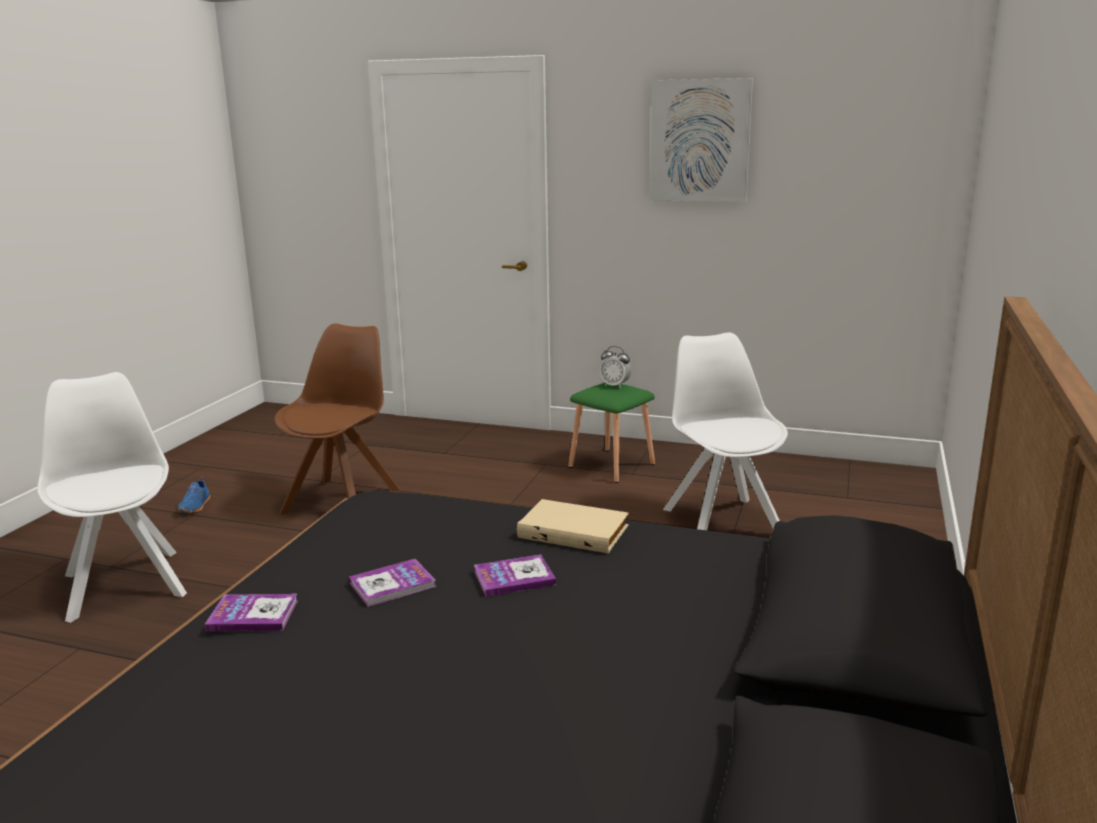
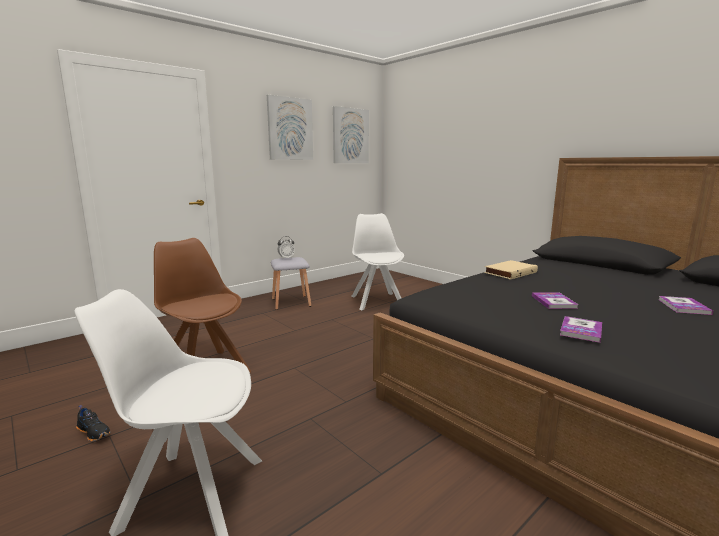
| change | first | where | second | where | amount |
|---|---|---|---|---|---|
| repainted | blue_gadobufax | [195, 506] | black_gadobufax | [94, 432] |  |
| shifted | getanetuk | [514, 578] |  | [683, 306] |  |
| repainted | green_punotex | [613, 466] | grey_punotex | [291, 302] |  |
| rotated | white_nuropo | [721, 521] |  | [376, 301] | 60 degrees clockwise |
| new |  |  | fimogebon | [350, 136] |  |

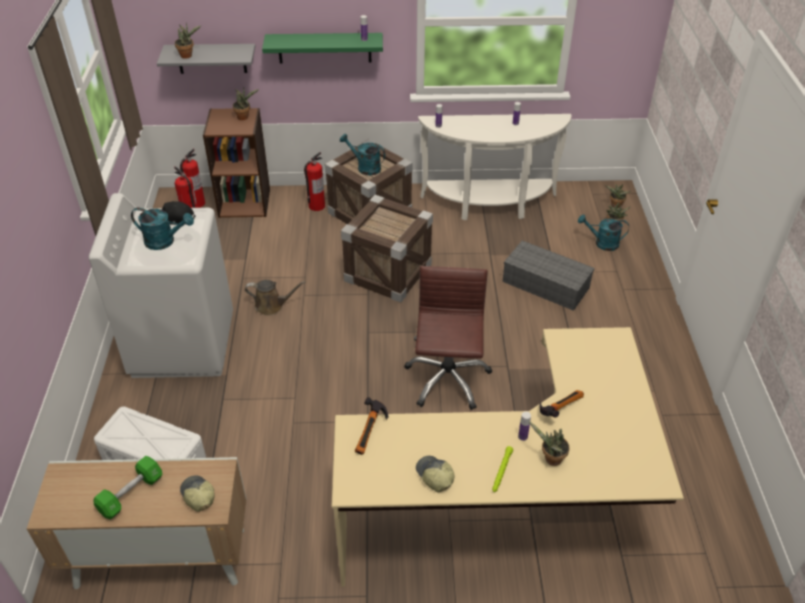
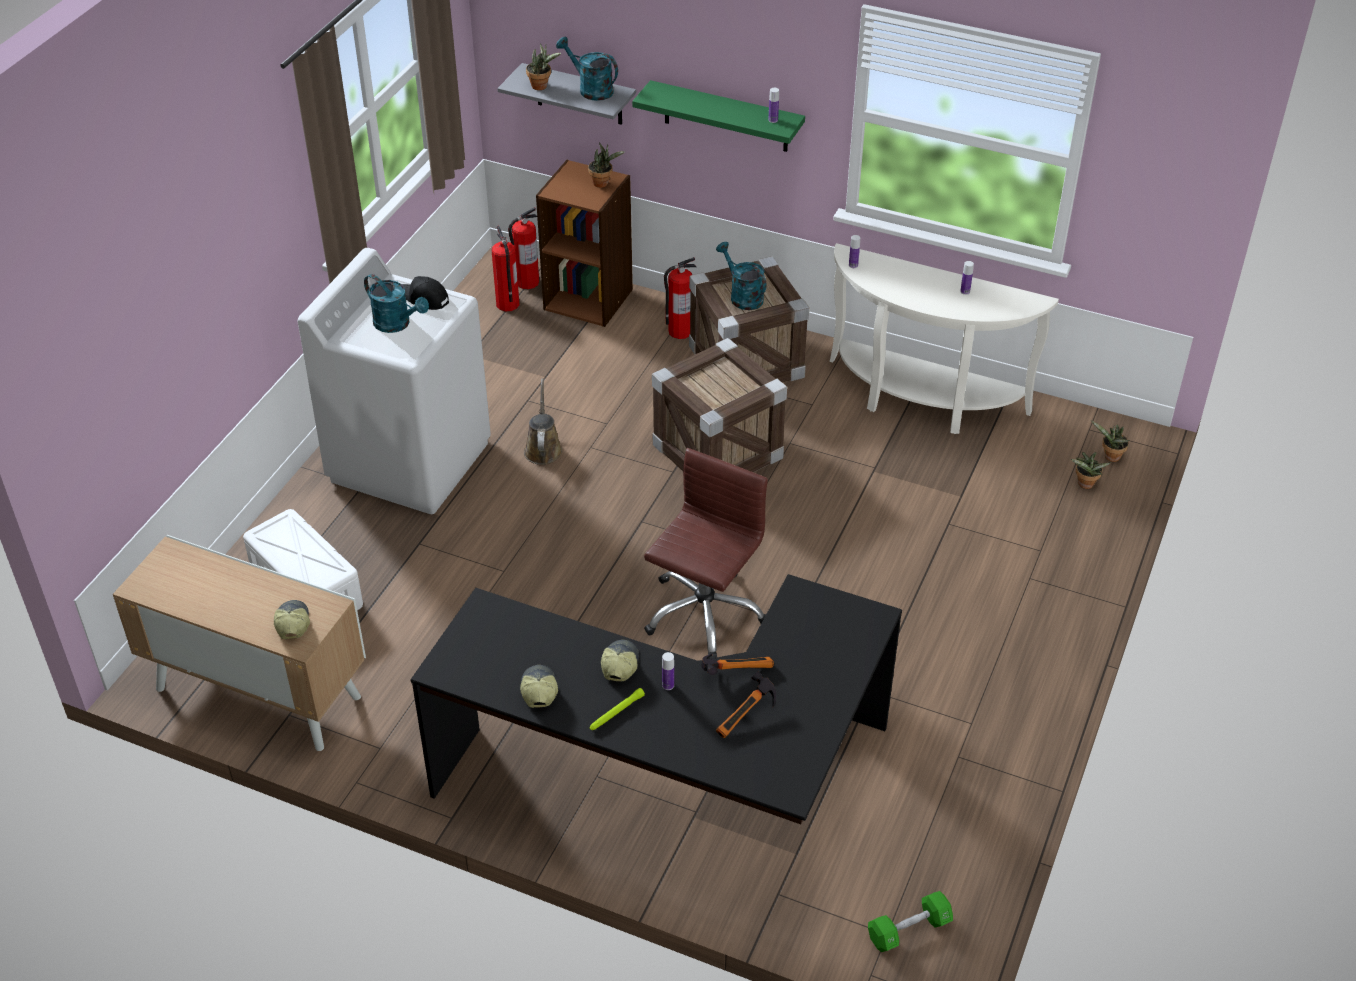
| change | first | where | second | where | amount |
|---|---|---|---|---|---|
| shifted | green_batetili | [131, 494] |  | [909, 930] |  |
| rotated | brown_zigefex | [272, 306] |  | [543, 448] | 120 degrees counterclockwise |
| repainted | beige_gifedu | [512, 513] | black_gifedu | [676, 797] |  |
| shifted | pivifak | [372, 433] |  | [748, 718] |  |
| gone | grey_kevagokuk | [544, 284] |  |  |  |
| gone | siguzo | [550, 459] |  |  |  |
| shifted | turquoise_zigefex | [602, 243] |  | [590, 89] |  |
| new |  |  | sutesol | [619, 664] |  |

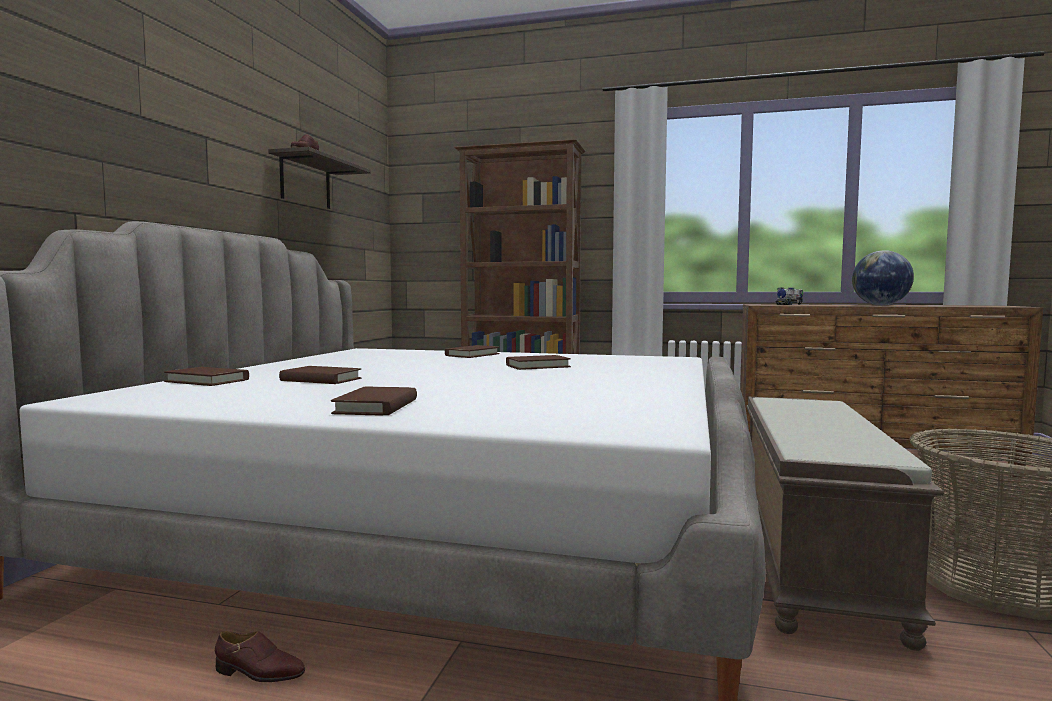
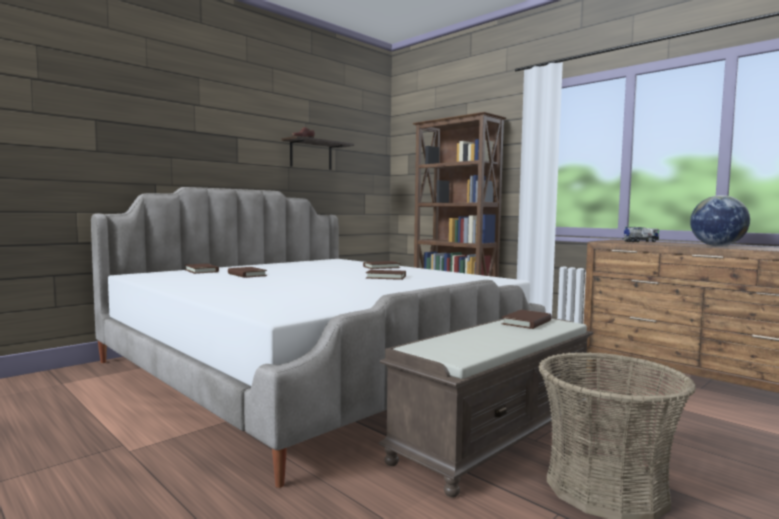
| change | first | where | second | where | amount |
|---|---|---|---|---|---|
| gone | brown_gadobufax | [259, 673] |  |  |  |
| shifted | brown_getanetuk | [376, 407] |  | [527, 322] |  |

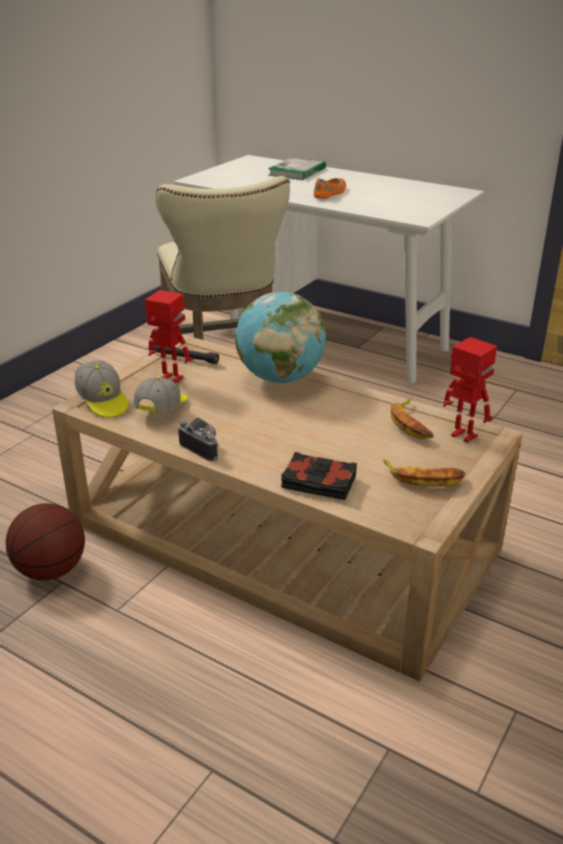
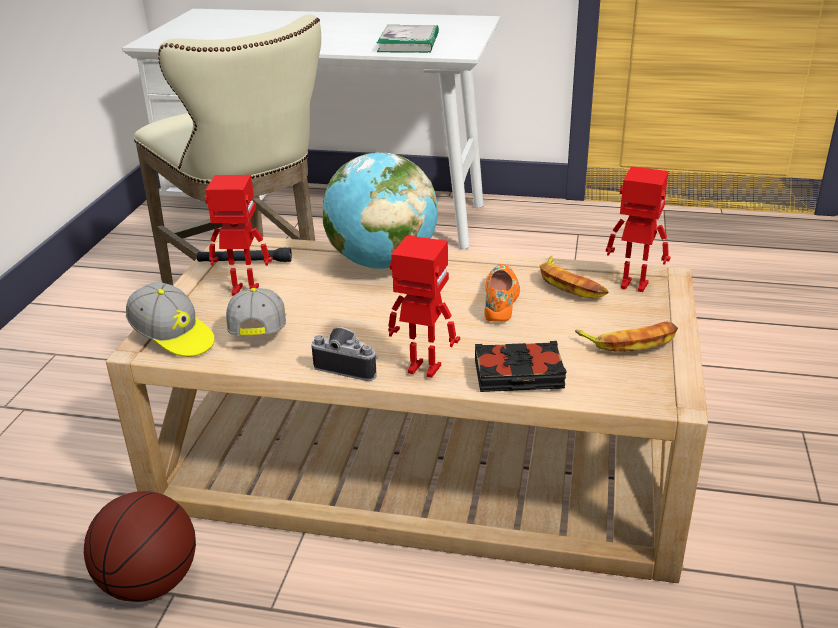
| change | first | where | second | where | amount |
|---|---|---|---|---|---|
| shifted | getanetuk | [297, 171] |  | [408, 43] |  |
| shifted | orange_gadobufax | [331, 193] |  | [501, 300] |  |
| new |  |  | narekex | [423, 370] |  |

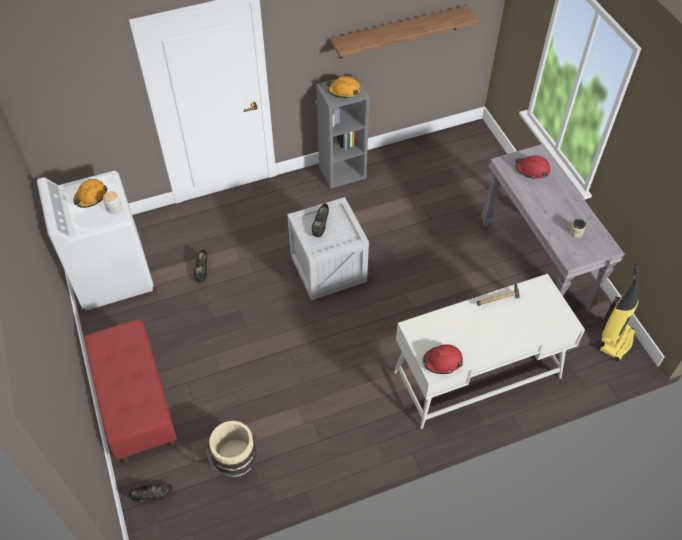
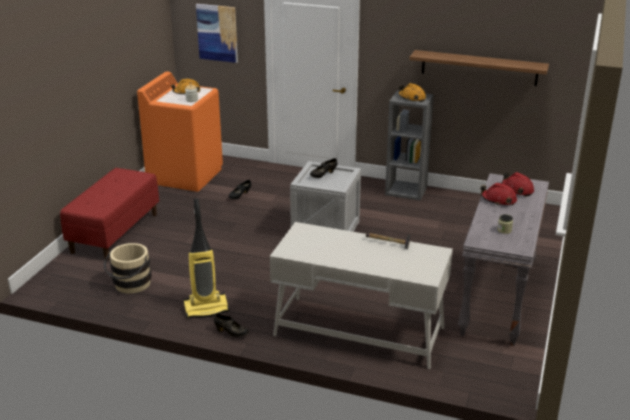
| change | first | where | second | where | amount |
|---|---|---|---|---|---|
| repainted | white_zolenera | [112, 274] | orange_zolenera | [185, 175] |  |
| shifted | black_gadobufax | [152, 495] |  | [231, 333] |  |
| shifted | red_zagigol | [442, 361] |  | [498, 200] |  |
| shifted | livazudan | [615, 340] |  | [206, 308] |  |
| new |  |  | fimogebon | [217, 33] |  |

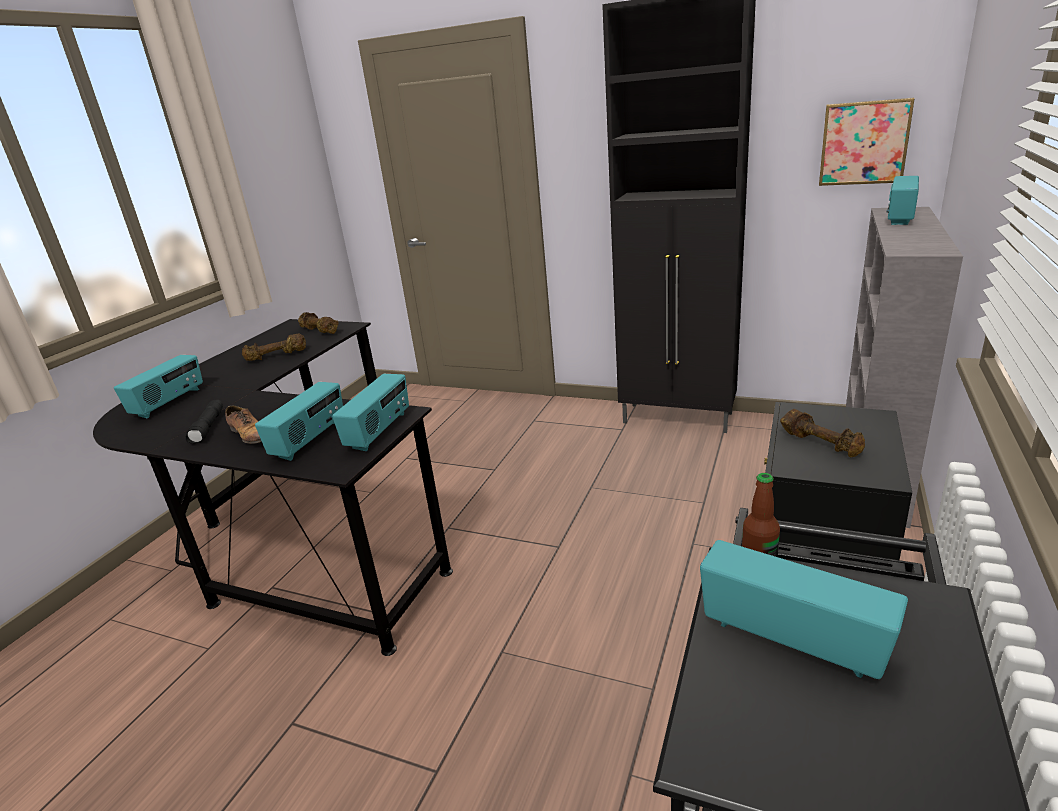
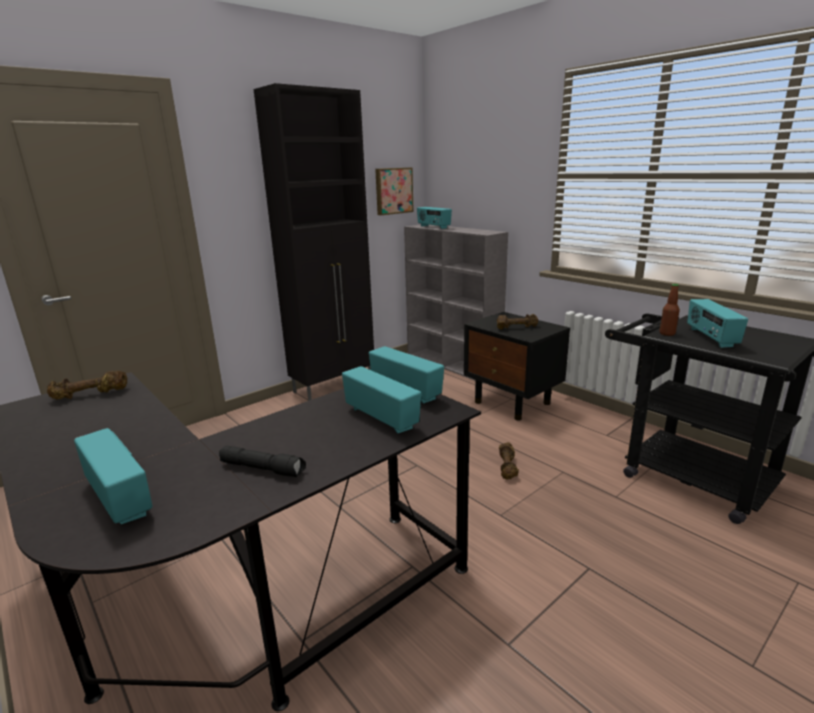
| change | first | where | second | where | amount |
|---|---|---|---|---|---|
| gone | gadobufax | [249, 435] |  |  |  |
| shifted | brown_batetili | [276, 356] |  | [508, 467] |  |
| rotated | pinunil | [792, 638] |  | [710, 338] | 60 degrees counterclockwise |

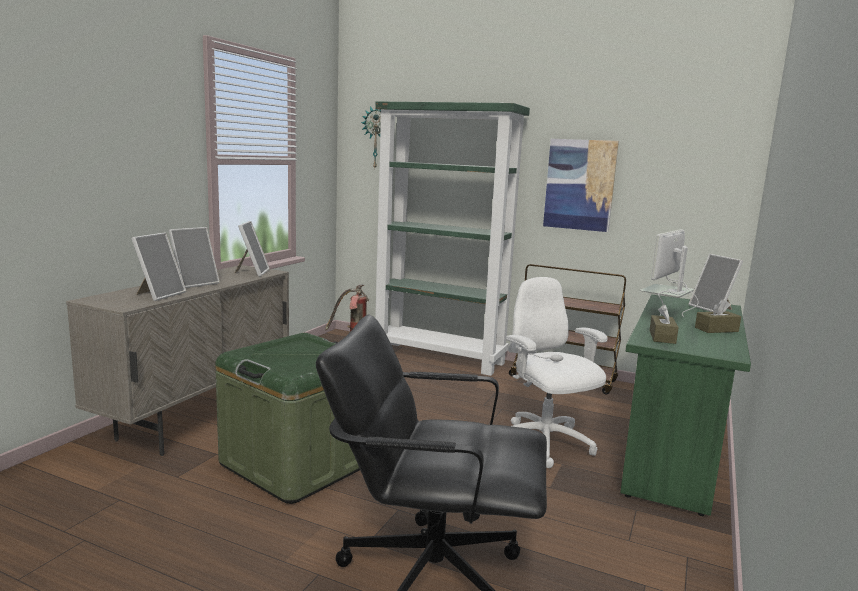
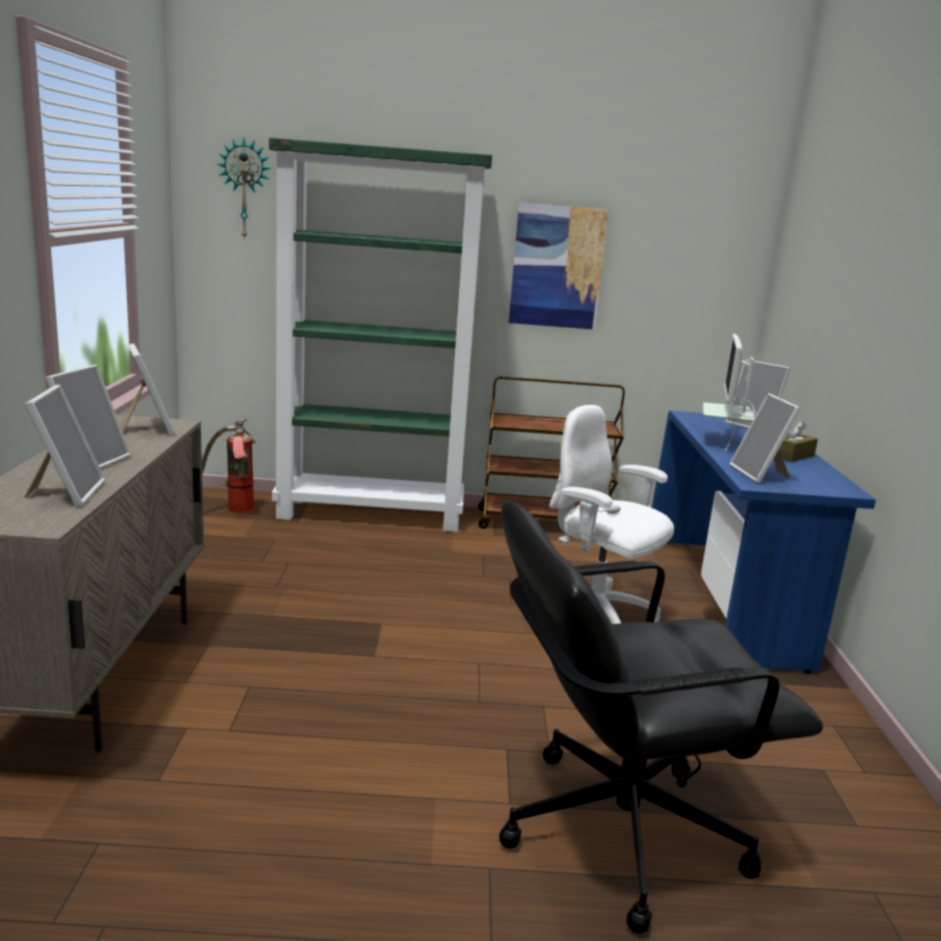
| change | first | where | second | where | amount |
|---|---|---|---|---|---|
| gone | green_kevagokuk | [298, 463] |  |  |  |
| repainted | green_gifedu | [672, 450] | blue_gifedu | [725, 599] |  |
| swapped | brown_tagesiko | [662, 337] | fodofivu | [761, 475] |  |

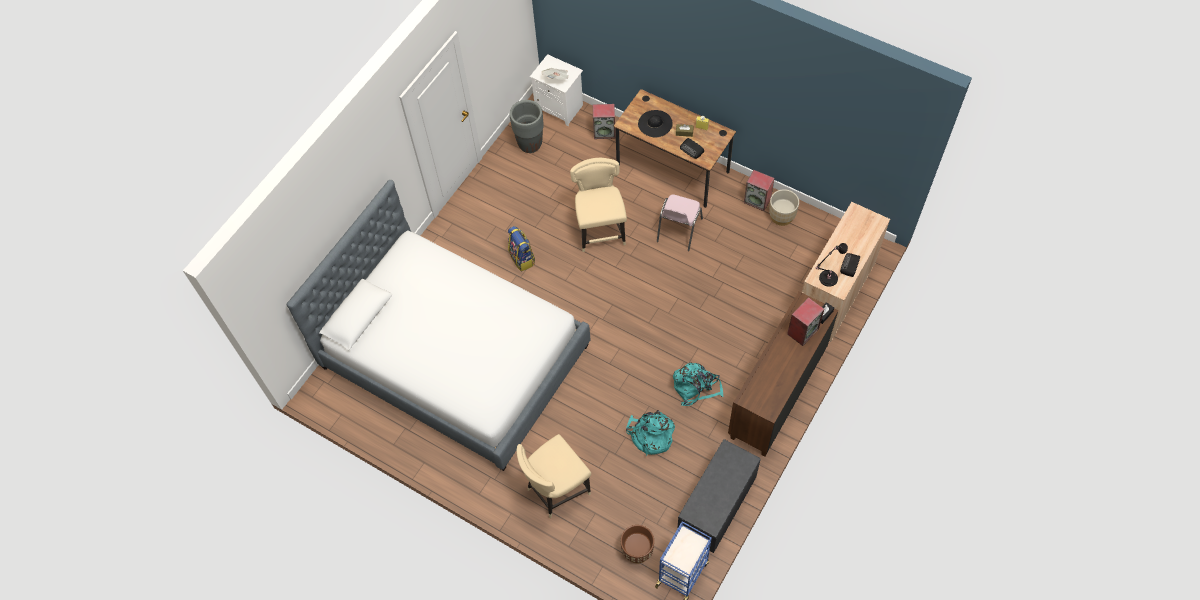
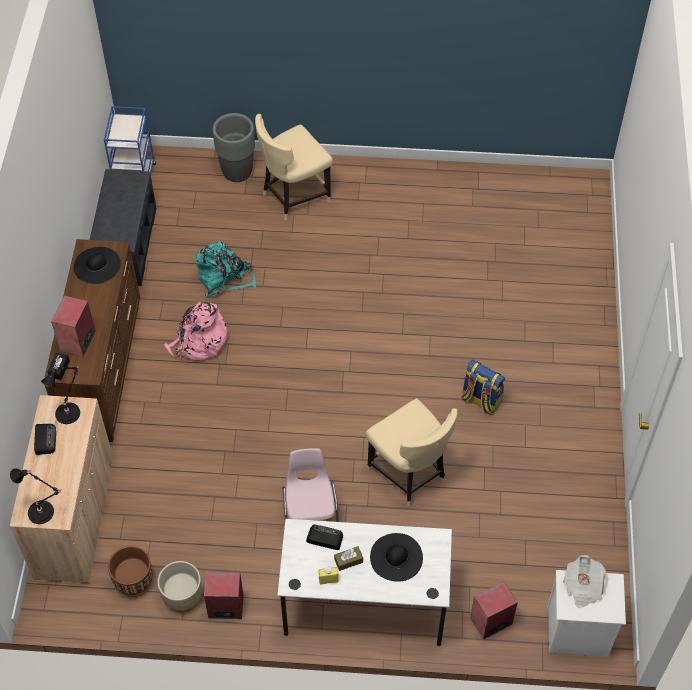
| change | first | where | second | where | amount |
|---|---|---|---|---|---|
| gone | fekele | [455, 356] |  |  |  |
| shifted | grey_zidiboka | [530, 144] |  | [237, 172] |  |
| rotated | beige_nuropo | [556, 490] |  | [293, 196] | 150 degrees counterclockwise |
| repainted | brown_gifedu | [672, 169] | white_gifedu | [364, 604] |  |
| shifted | brown_zidiboka | [637, 550] |  | [134, 582] |  |
| repainted | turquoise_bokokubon | [696, 387] | pink_bokokubon | [199, 343] |  |
| new |  |  | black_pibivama | [43, 513] |  |
| new |  |  | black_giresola | [97, 265] |  |

